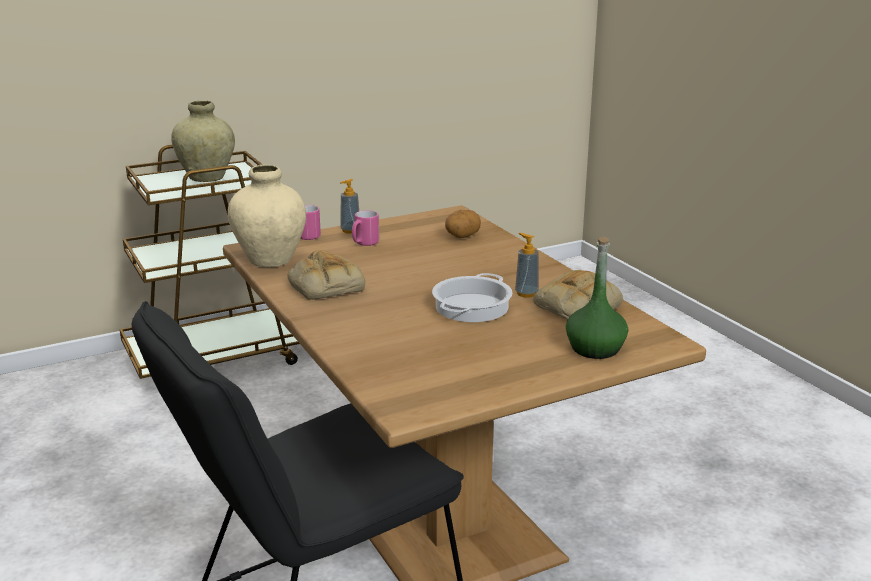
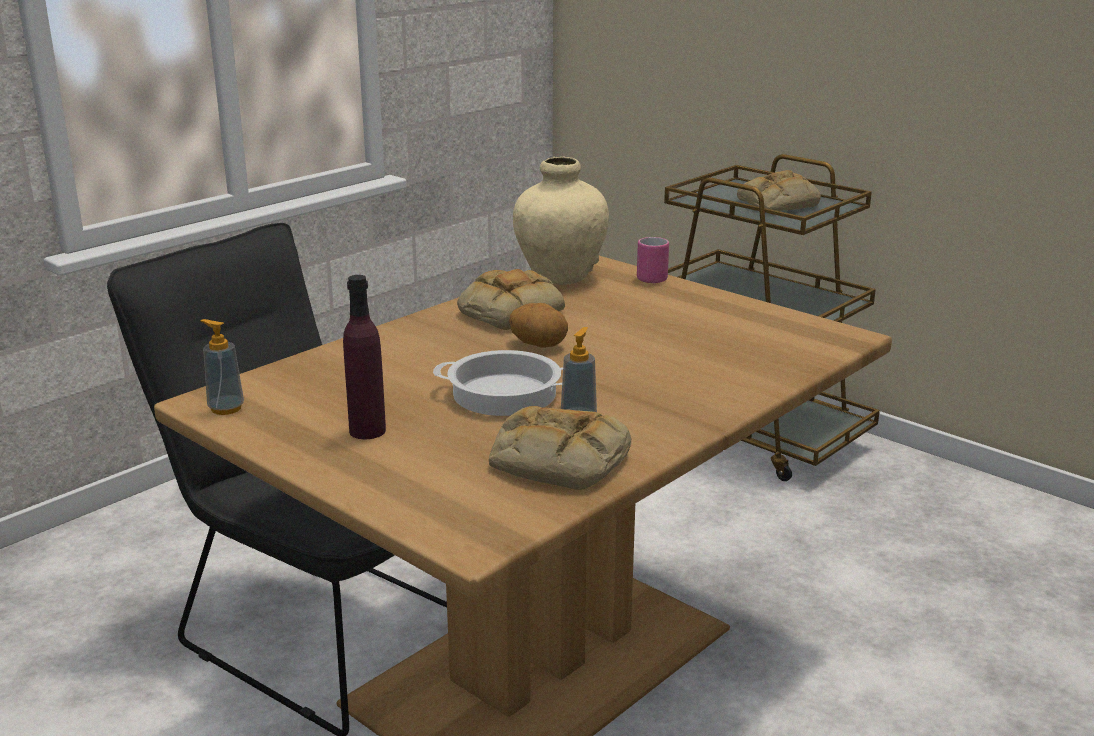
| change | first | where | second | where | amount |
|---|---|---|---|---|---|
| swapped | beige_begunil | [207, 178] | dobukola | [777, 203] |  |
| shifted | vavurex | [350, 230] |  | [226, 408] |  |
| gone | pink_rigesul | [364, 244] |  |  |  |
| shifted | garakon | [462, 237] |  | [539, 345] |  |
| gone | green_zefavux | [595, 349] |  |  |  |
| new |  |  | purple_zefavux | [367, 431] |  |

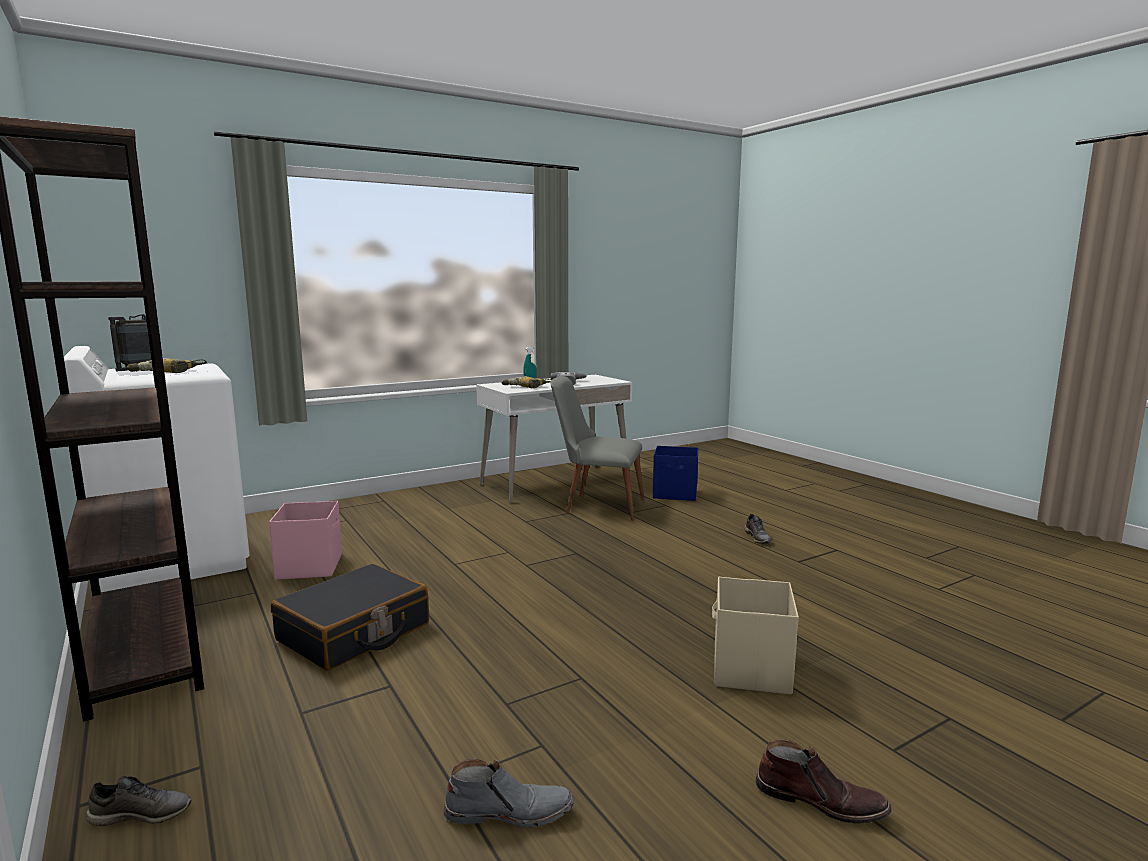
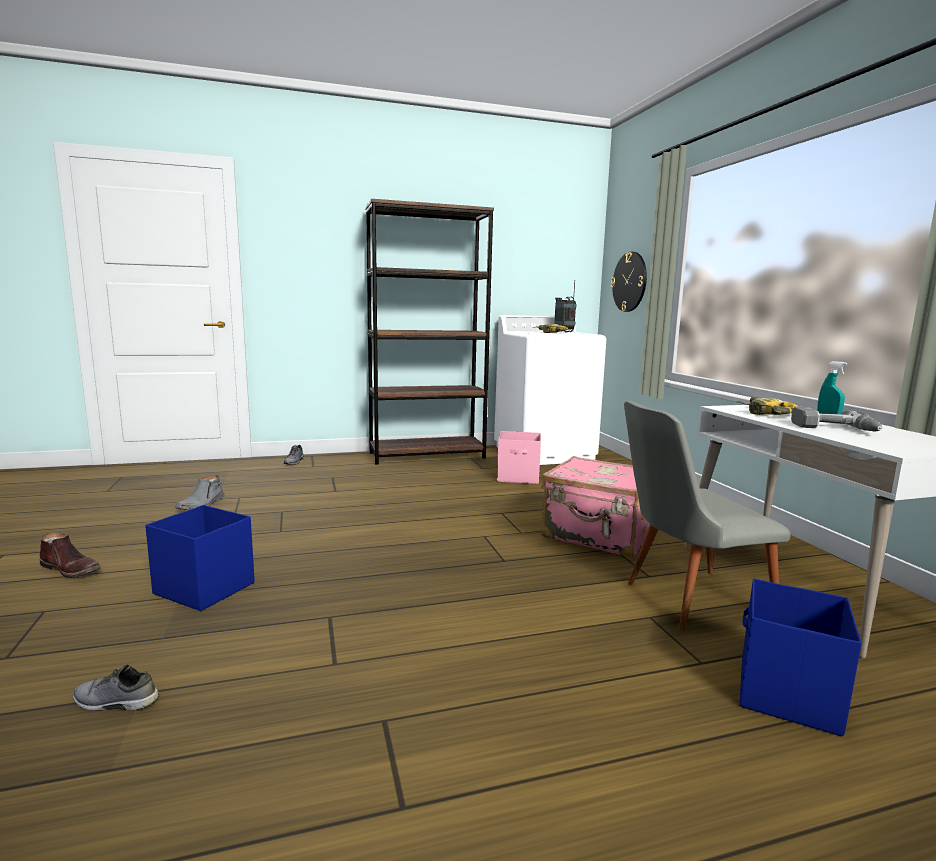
| change | first | where | second | where | amount |
|---|---|---|---|---|---|
| gone | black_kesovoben | [354, 633] |  |  |  |
| rotated | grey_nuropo | [596, 506] |  | [684, 599] | 135 degrees counterclockwise |
| repainted | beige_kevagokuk | [750, 670] | blue_kevagokuk | [204, 588] |  |
| shifted | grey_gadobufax | [758, 538] |  | [114, 702] |  |
| rotated | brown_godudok | [820, 800] |  | [72, 569] | 105 degrees counterclockwise |
| new |  |  | pink_kesovoben | [598, 536] |  |
| new |  |  | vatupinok | [629, 282] |  |

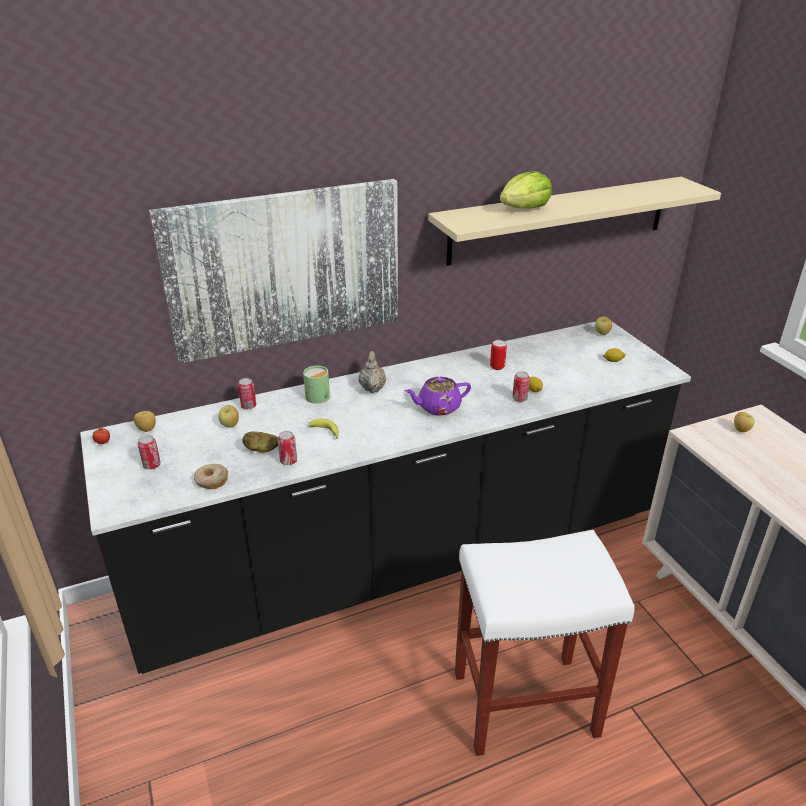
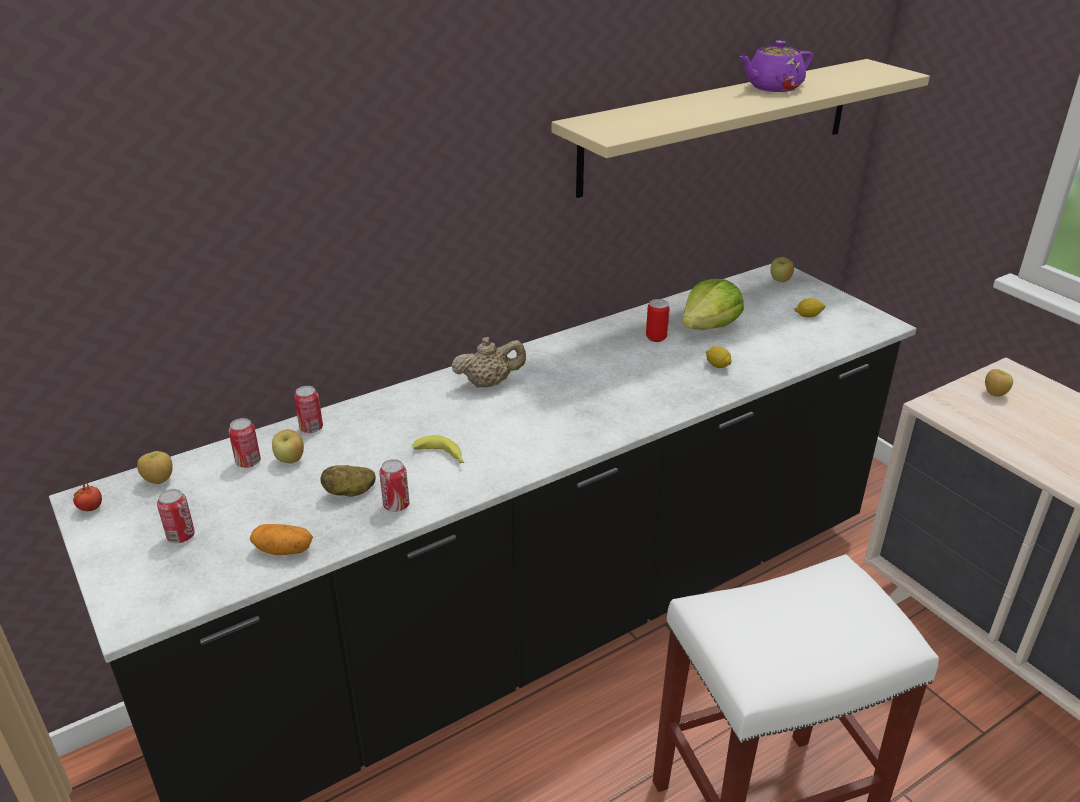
| change | first | where | second | where | amount |
|---|---|---|---|---|---|
| gone | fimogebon | [285, 269] |  |  |  |
| swapped | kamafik | [211, 481] | garakon | [284, 550] |  |
| gone | green_rigesul | [319, 398] |  |  |  |
| rotated | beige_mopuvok | [372, 388] |  | [489, 383] | 90 degrees clockwise |
| shifted | purple_mopuvok | [438, 407] |  | [773, 87] |  |
| shifted | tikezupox | [524, 209] |  | [709, 326] |  |
| shifted | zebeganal | [519, 399] |  | [248, 462] |  |

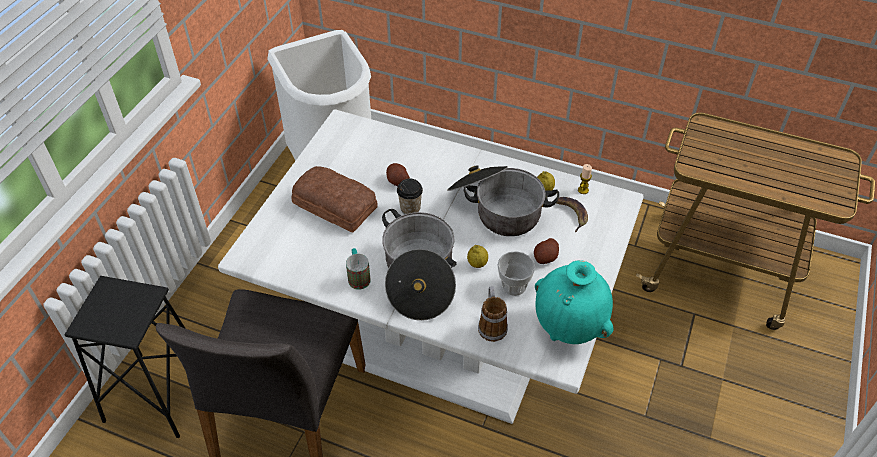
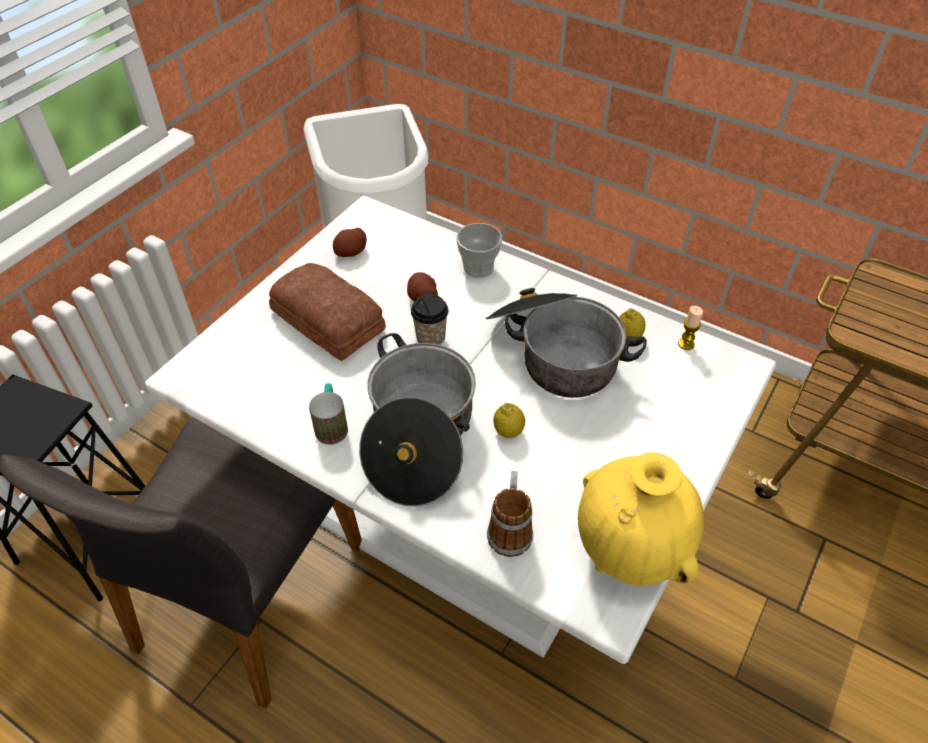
| change | first | where | second | where | amount |
|---|---|---|---|---|---|
| shifted | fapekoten | [514, 285] |  | [478, 268] |  |
| shifted | garakon | [545, 257] |  | [351, 252] |  |
| repainted | turquoise_begunil | [569, 328] | yellow_begunil | [630, 554] |  |
| gone | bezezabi | [571, 213] |  |  |  |

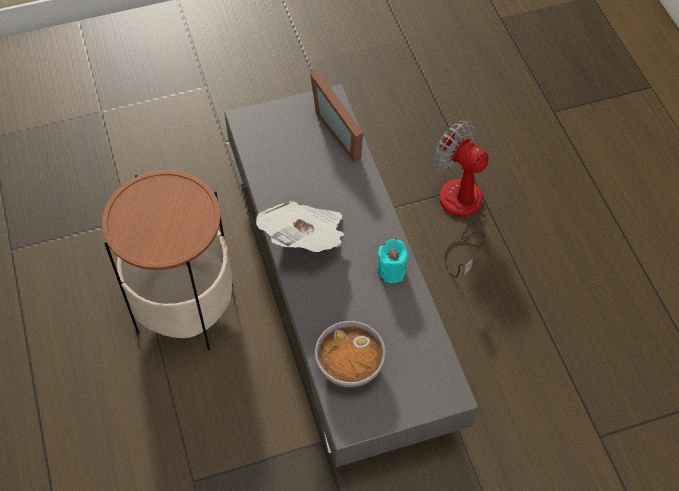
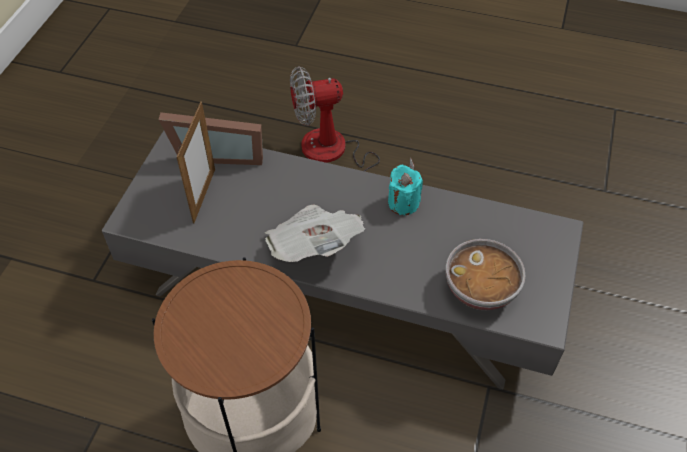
| change | first | where | second | where | amount |
|---|---|---|---|---|---|
| new |  |  | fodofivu | [204, 195] |  |

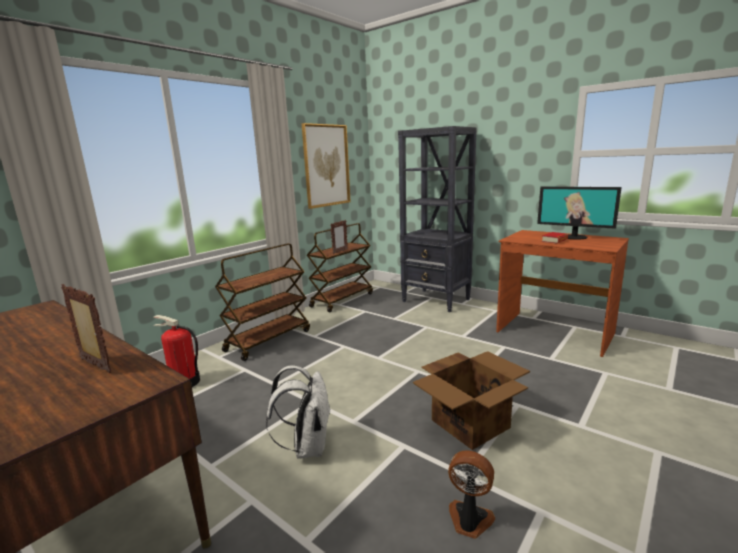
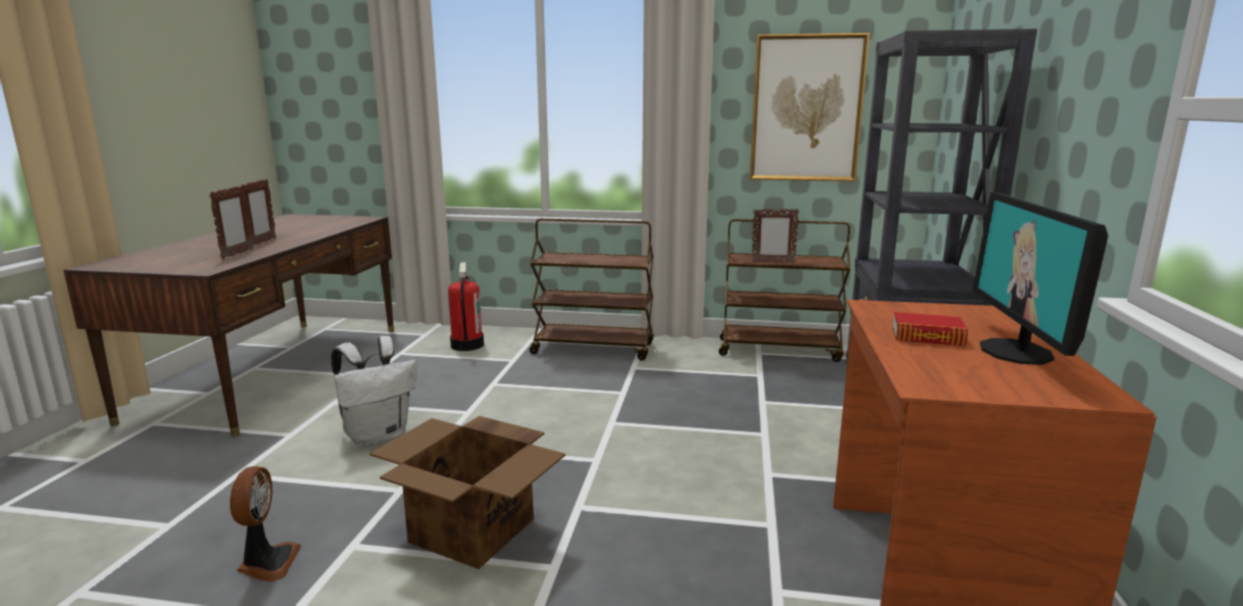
| change | first | where | second | where | amount |
|---|---|---|---|---|---|
| new |  |  | fodofivu | [263, 242] |  |

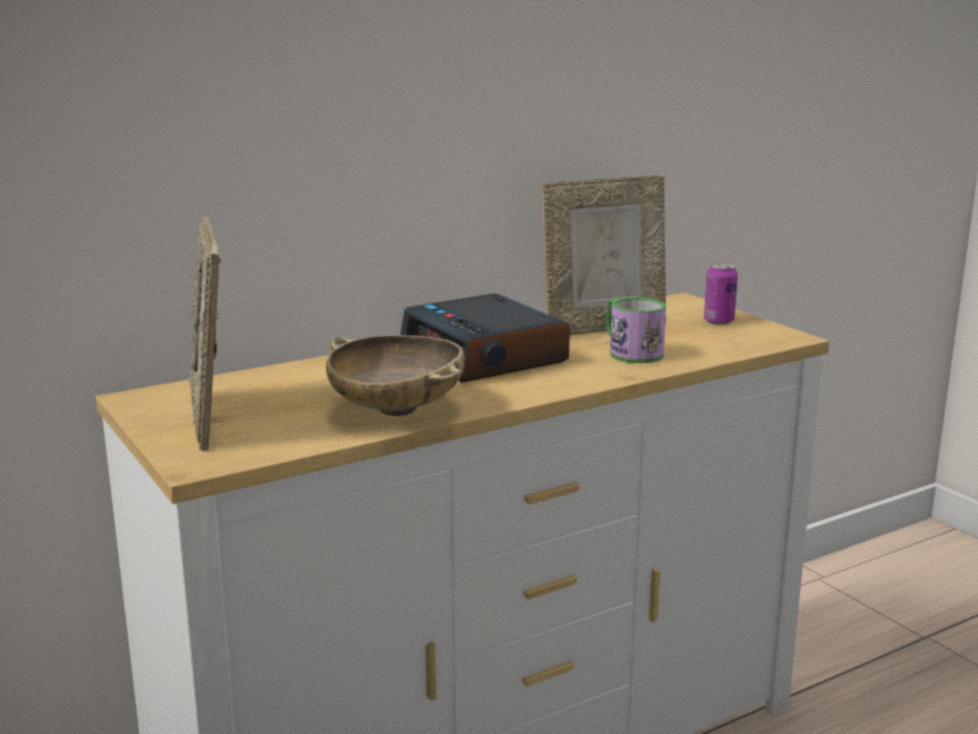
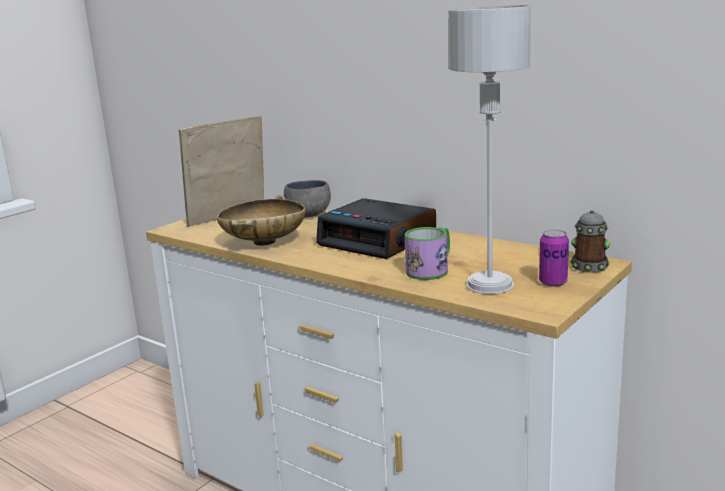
| change | first | where | second | where | amount |
|---|---|---|---|---|---|
| rotated | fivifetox | [485, 356] |  | [379, 240] | 90 degrees counterclockwise |
| gone | fodofivu | [603, 328] |  |  |  |
| new |  |  | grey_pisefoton | [308, 214] |  |
| new |  |  | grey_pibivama | [490, 285] |  |
| new |  |  | rigesul | [590, 265] |  |

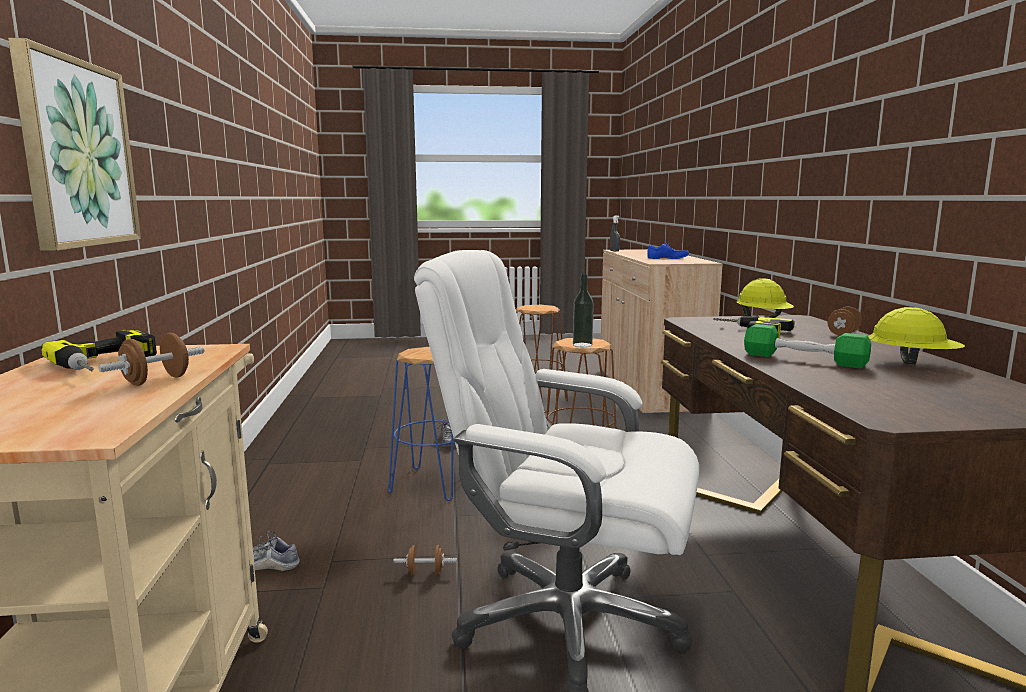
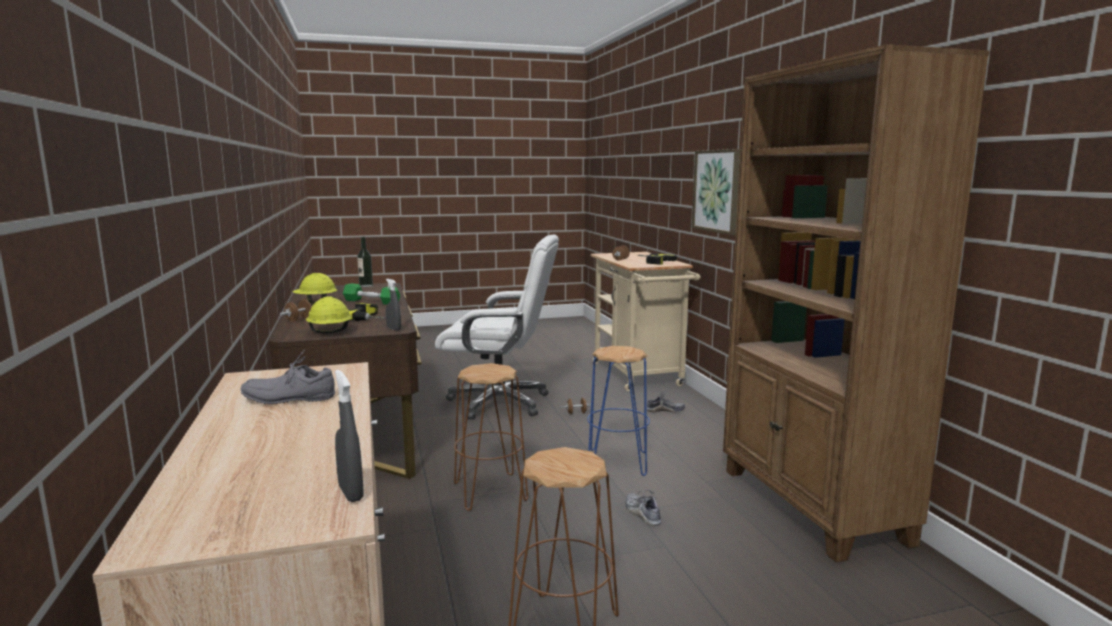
| change | first | where | second | where | amount |
|---|---|---|---|---|---|
| shifted | zefavux | [582, 345] |  | [366, 286] |  |
| repainted | blue_gadobufax | [668, 258] | grey_gadobufax | [290, 397] |  |
| new |  |  | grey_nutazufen | [393, 329] |  |
| new |  |  | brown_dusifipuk | [811, 506] |  |

